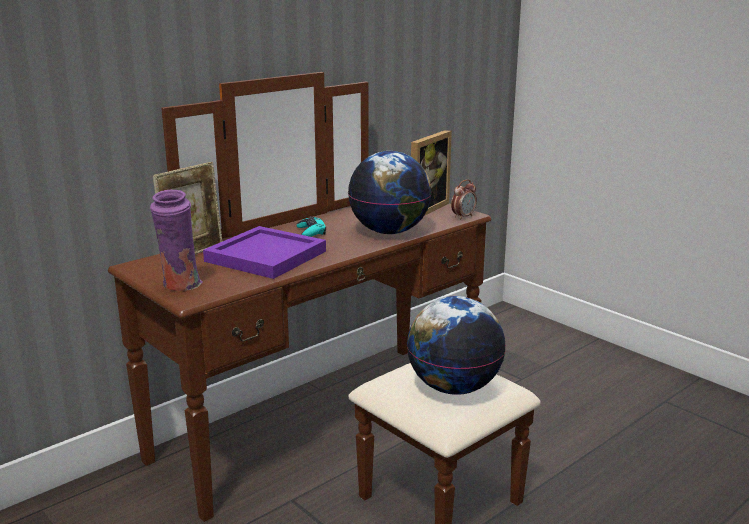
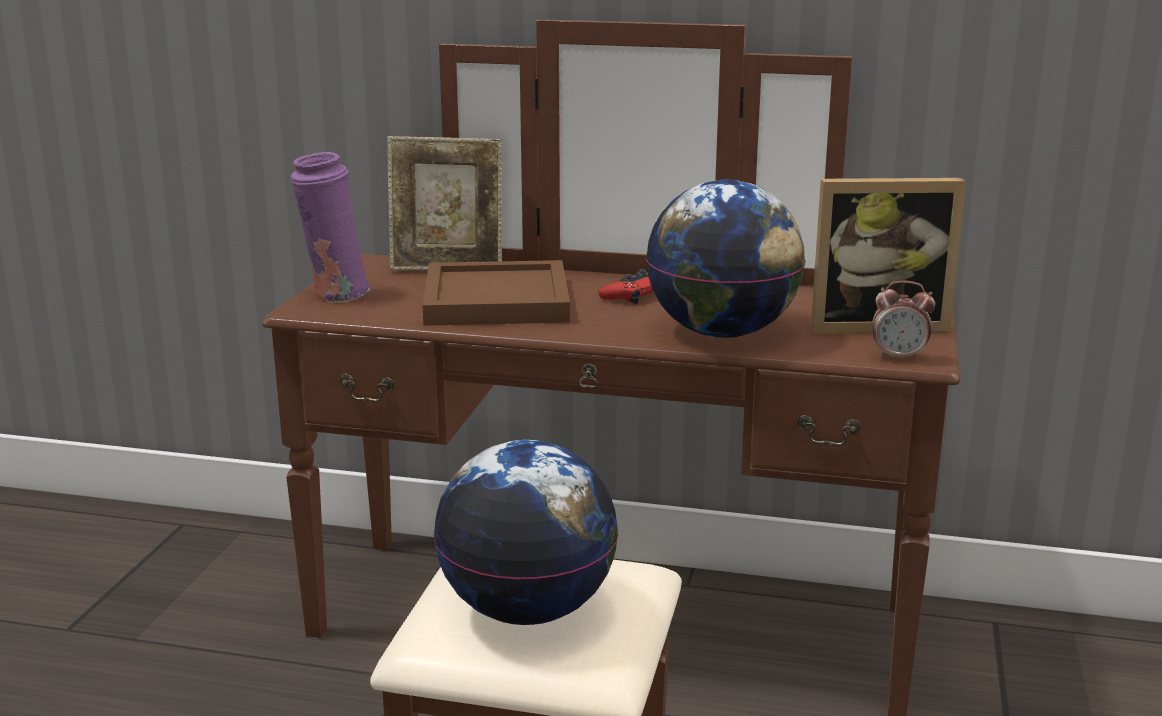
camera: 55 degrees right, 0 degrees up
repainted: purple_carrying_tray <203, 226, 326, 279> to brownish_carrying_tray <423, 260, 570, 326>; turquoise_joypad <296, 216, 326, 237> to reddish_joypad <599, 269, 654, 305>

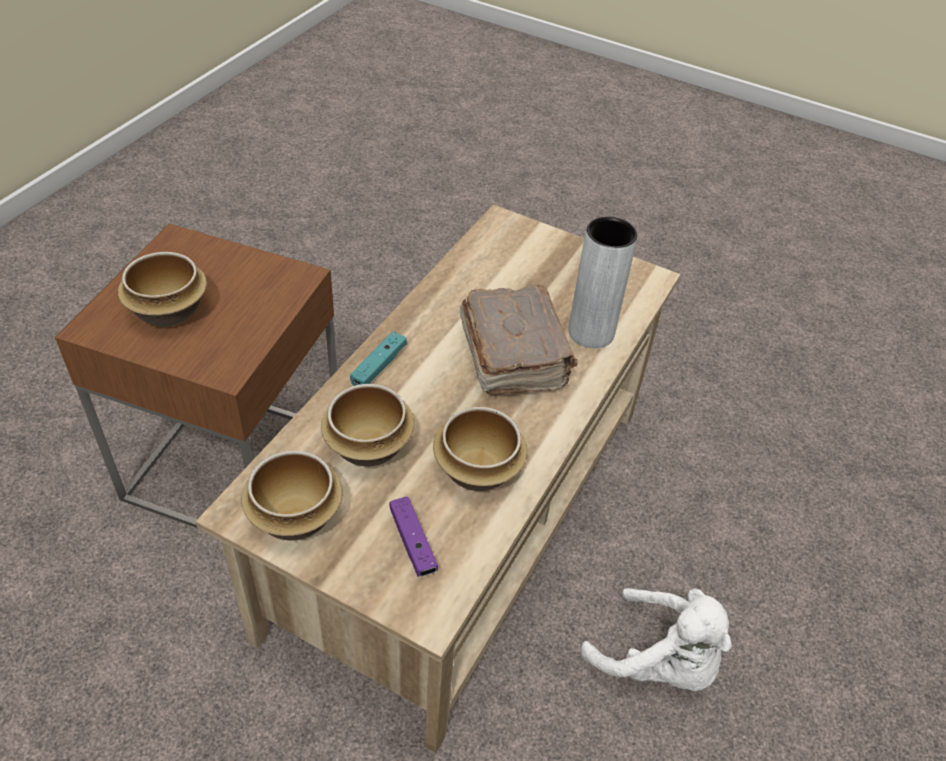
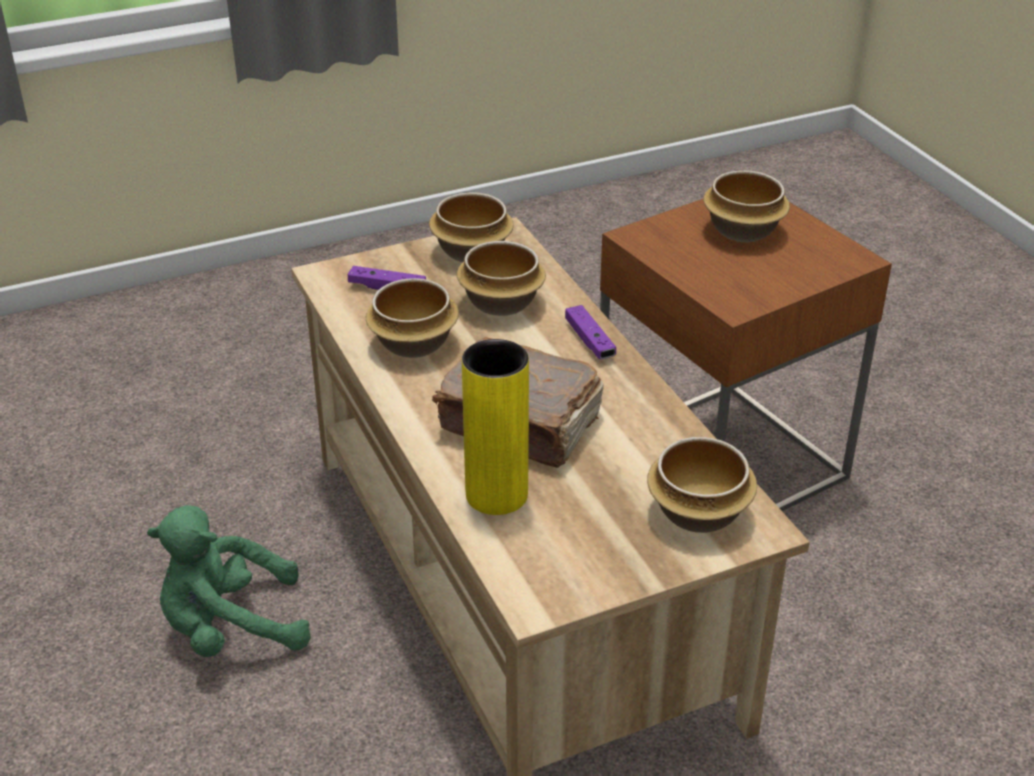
camera: 130 degrees right, 10 degrees down
new: serving_bowl <647, 437, 757, 533>
repainted: turquoise_joypad <350, 332, 407, 386> to purple_joypad <565, 305, 616, 359>; greyish_decorative_vase <568, 216, 638, 348> to yellow-coloured_decorative_vase <462, 339, 529, 515>; whitish_cuddly_toy <580, 588, 732, 691> to greenish_cuddly_toy <147, 505, 311, 657>

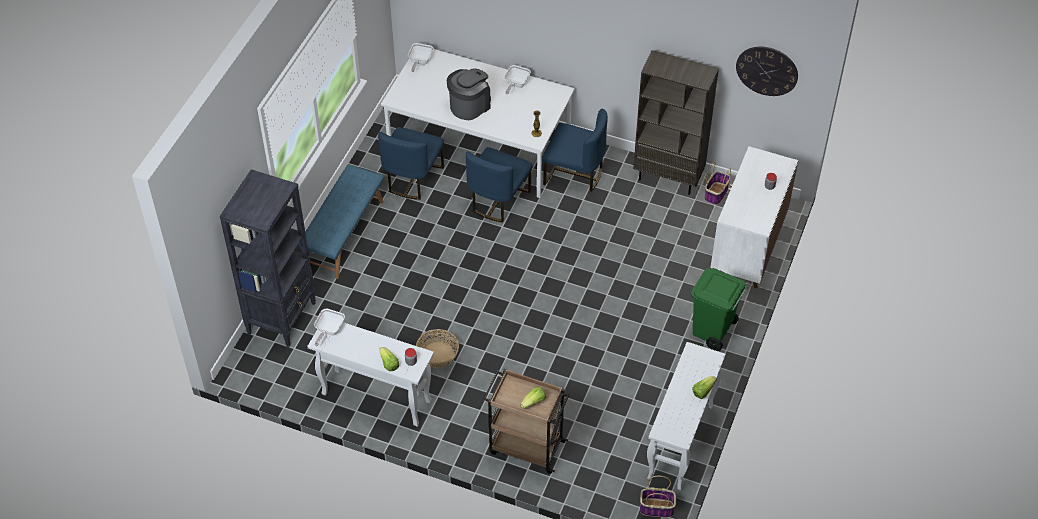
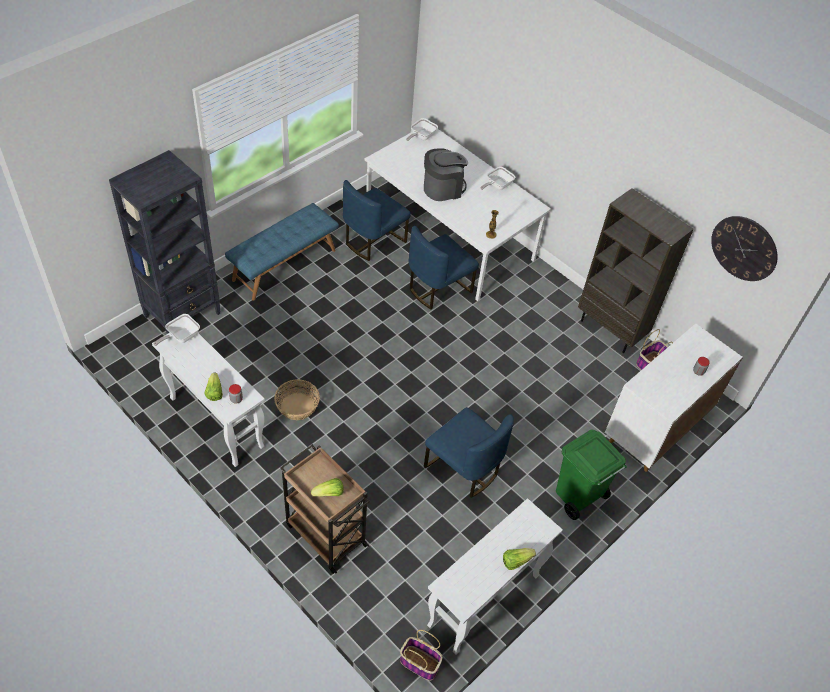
camera: 20 degrees right, 0 degrees up
shifted: blue-coloured_plain_chair <542, 109, 608, 192> to <424, 407, 514, 498>

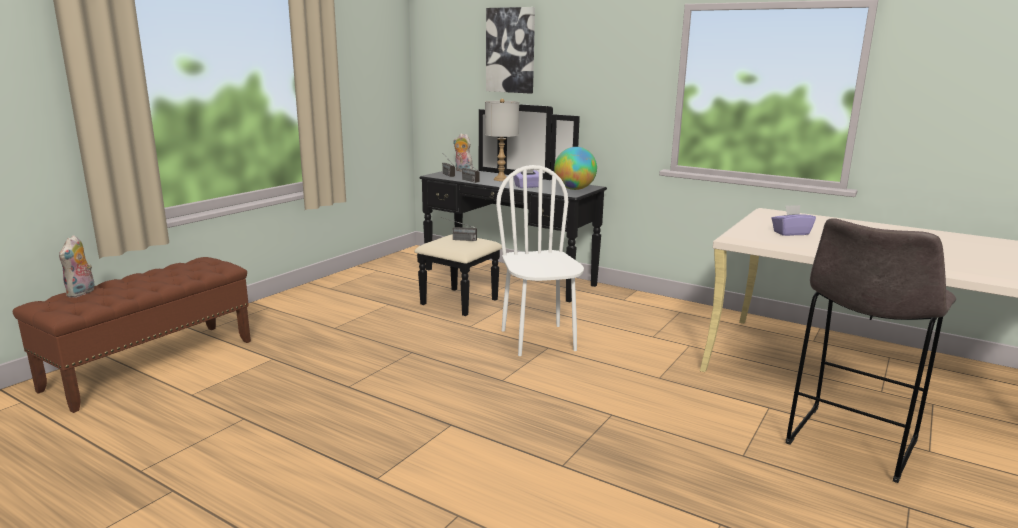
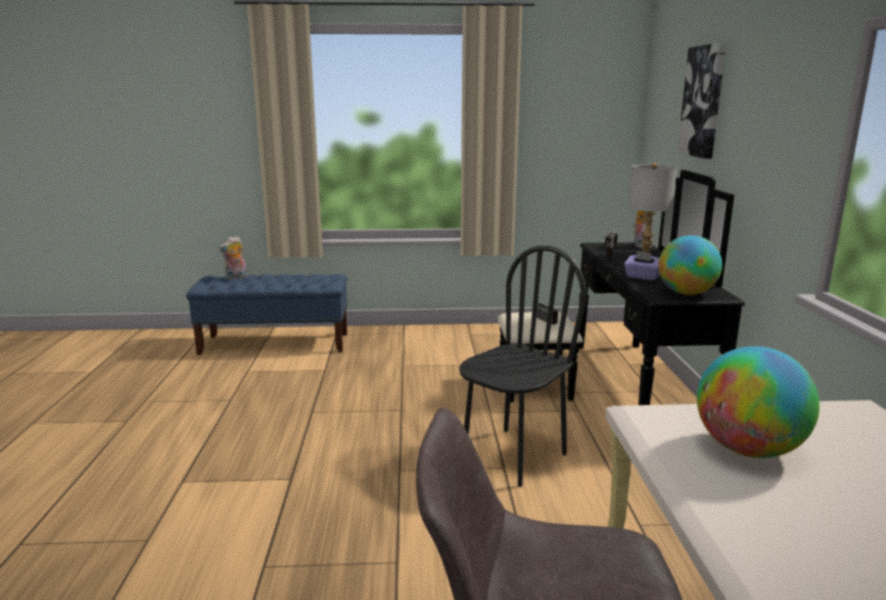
camera: 55 degrees right, 0 degrees up
swapped: purple_tissue_box <771, 205, 816, 236> to world_globe <697, 346, 820, 458>
repainted: brownish_indoor_bench <13, 257, 251, 413> to blue-coloured_indoor_bench <186, 274, 347, 355>; whitish_plain_chair <496, 165, 584, 356> to black-coloured_plain_chair <460, 245, 587, 487>

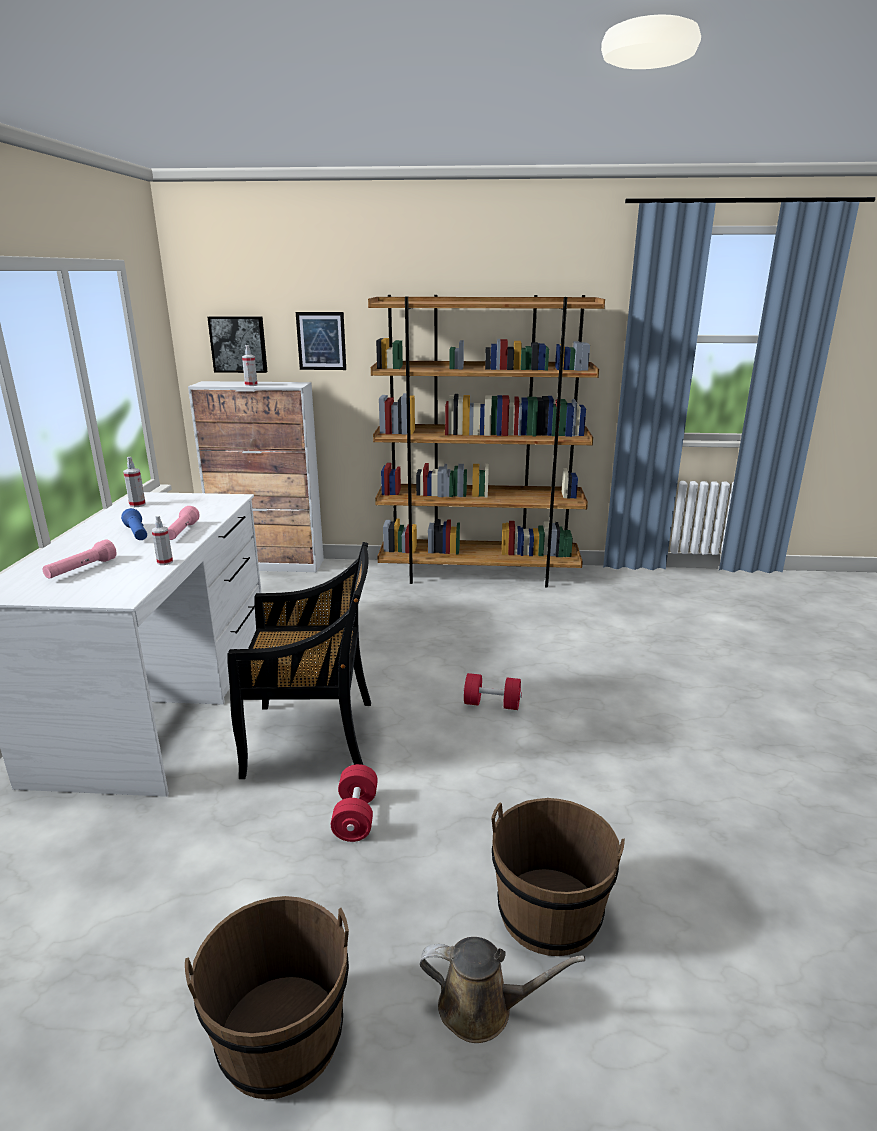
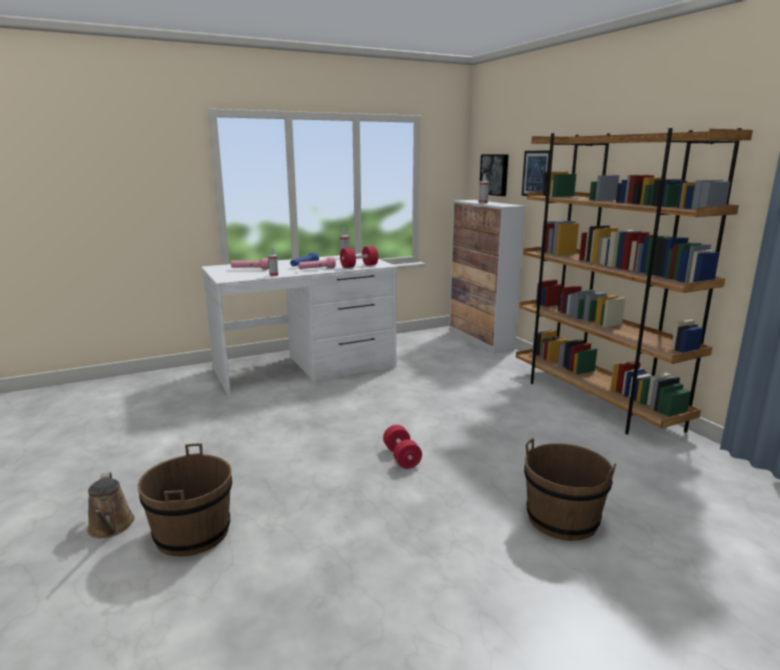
camera: 60 degrees right, 5 degrees down
gone: black-coloured_plain_chair <227, 542, 371, 779>
shifted: brownish_pail <185, 896, 349, 1099> to <524, 438, 616, 541>; reddish_dumbbell <331, 764, 378, 842> to <340, 246, 378, 268>

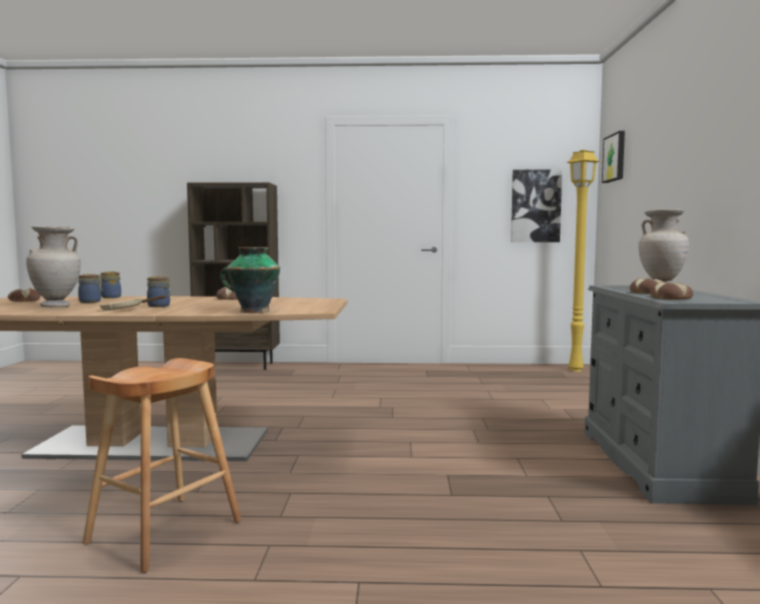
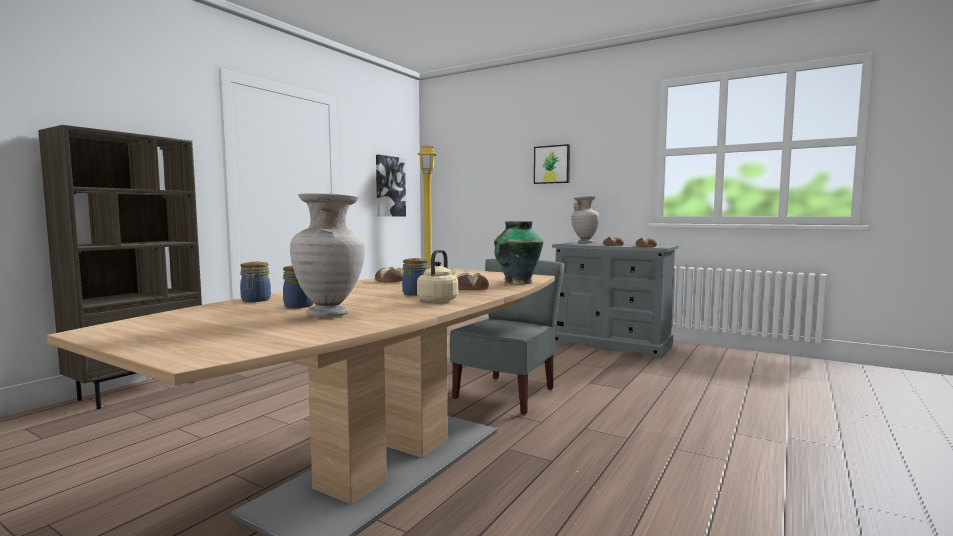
camera: 60 degrees left, 0 degrees up
gone: brownish_stool <83, 358, 242, 573>
new: greyish_plain_chair <450, 259, 564, 415>
shifted: bread <8, 288, 41, 302> to <457, 273, 489, 290>; wall_art <602, 131, 625, 183> to <534, 144, 570, 184>
swapped: beige-coloured_frying_pan <100, 295, 168, 311> to beige-coloured_water_kettle <417, 250, 458, 303>

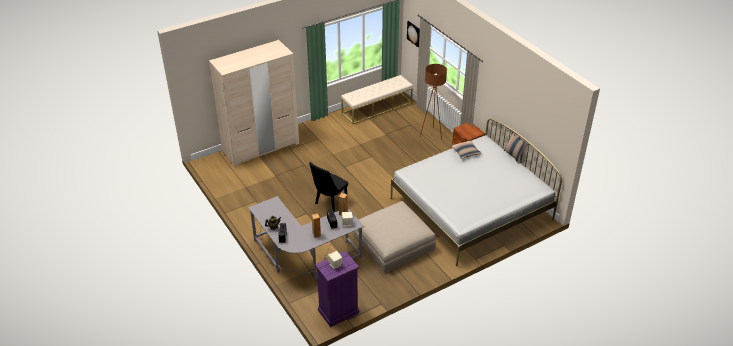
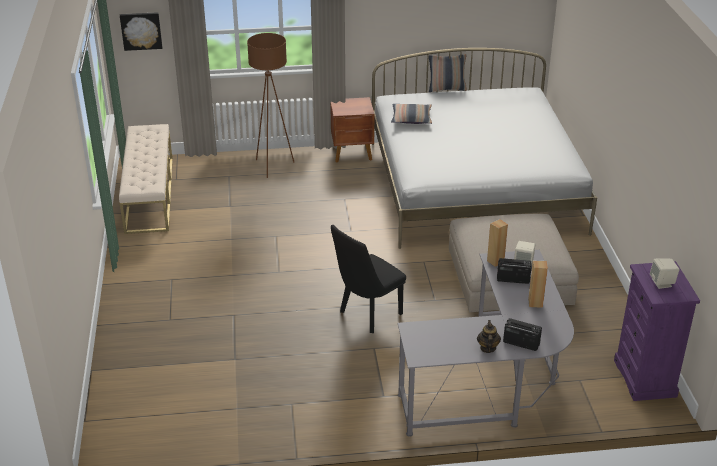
camera: 65 degrees left, 5 degrees down
gone: beige-coloured_armoire <209, 40, 299, 167>
rotated: black-coloured_plain_chair <309, 162, 348, 212> = <331, 225, 406, 333> 75 degrees clockwise

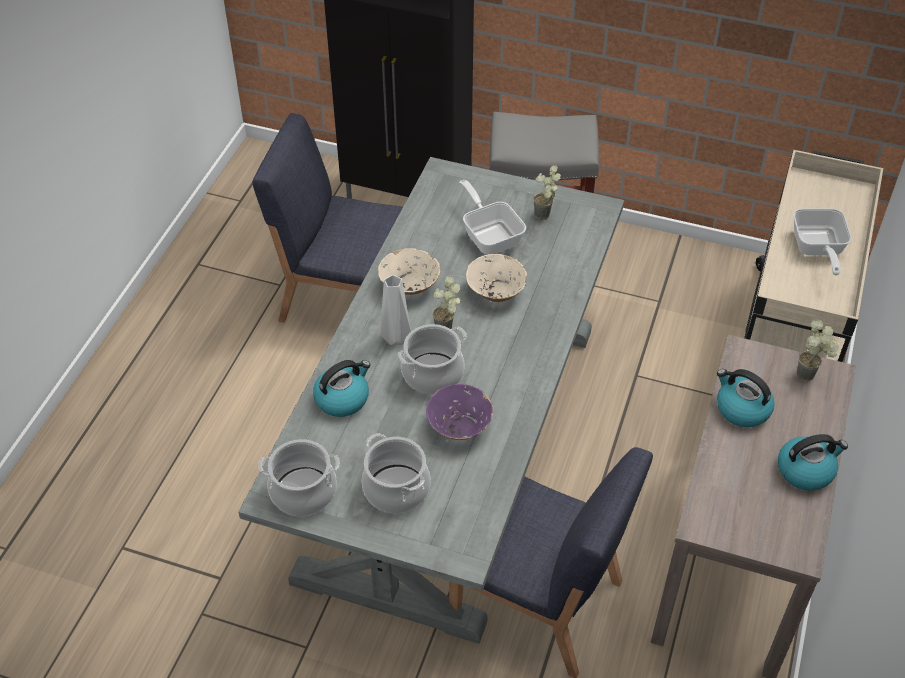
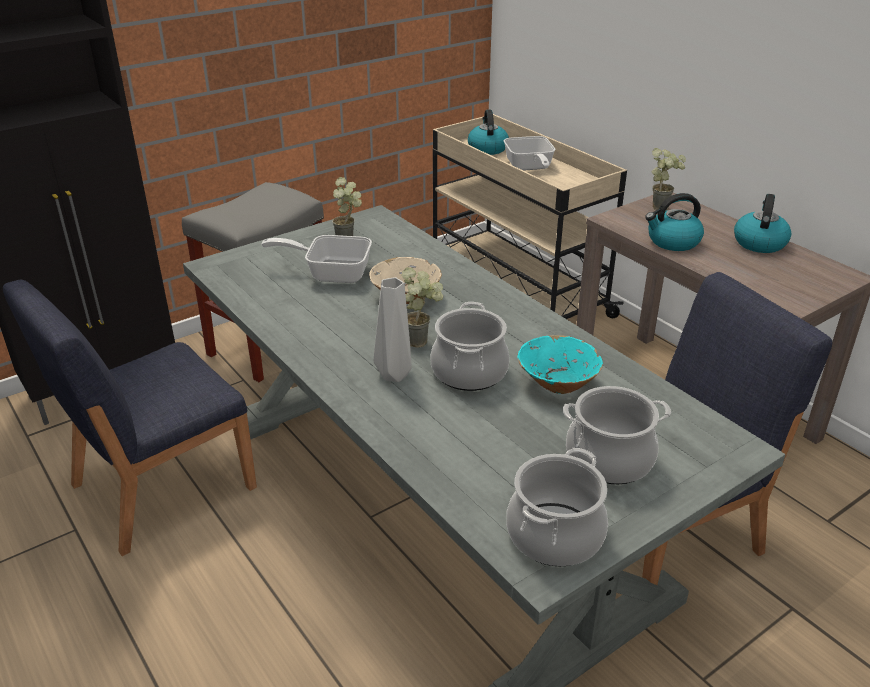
camera: 55 degrees left, 15 degrees down
gone: beige-coloured_serving_bowl <378, 248, 441, 295>
shifted: water_kettle <313, 360, 371, 417> to <468, 109, 509, 155>
repainted: purple_serving_bowl <426, 384, 493, 440> to turquoise_serving_bowl <517, 335, 603, 394>
rotated: frying_pan <793, 208, 852, 275> = <504, 136, 556, 171> 45 degrees clockwise

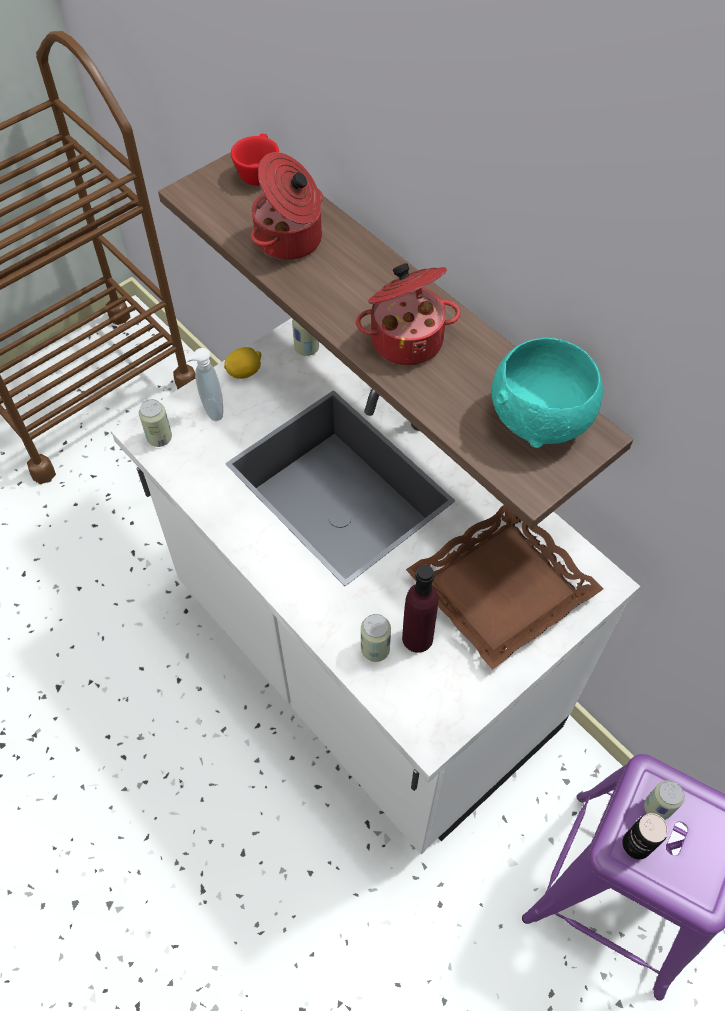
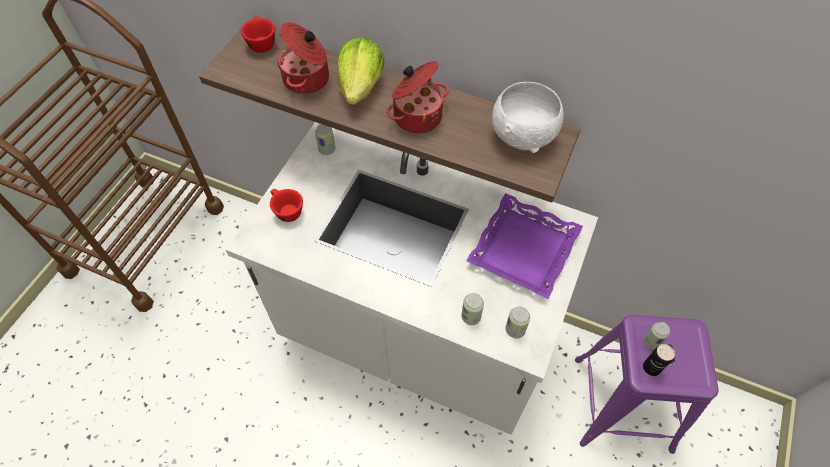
camera: 25 degrees left, 0 degrees up
gone: lemon <224, 347, 262, 379>; purple_beverage_bottle <402, 565, 438, 653>
new: lettuce_head <337, 37, 384, 105>
shifted: can <139, 399, 172, 447> to <505, 306, 530, 338>
swapped: soap_bottle <186, 348, 223, 421> to reddish_cup <270, 189, 303, 222>
repainted: brownish_carrying_tray <406, 505, 604, 670> to purple_carrying_tray <466, 193, 583, 299>; turquoise_serving_bowl <491, 338, 603, 448> to whitish_serving_bowl <492, 82, 564, 153>

